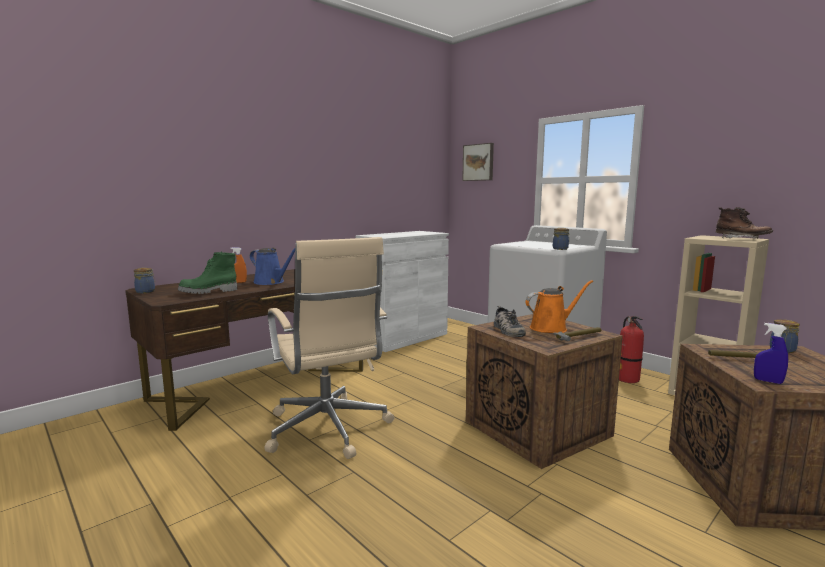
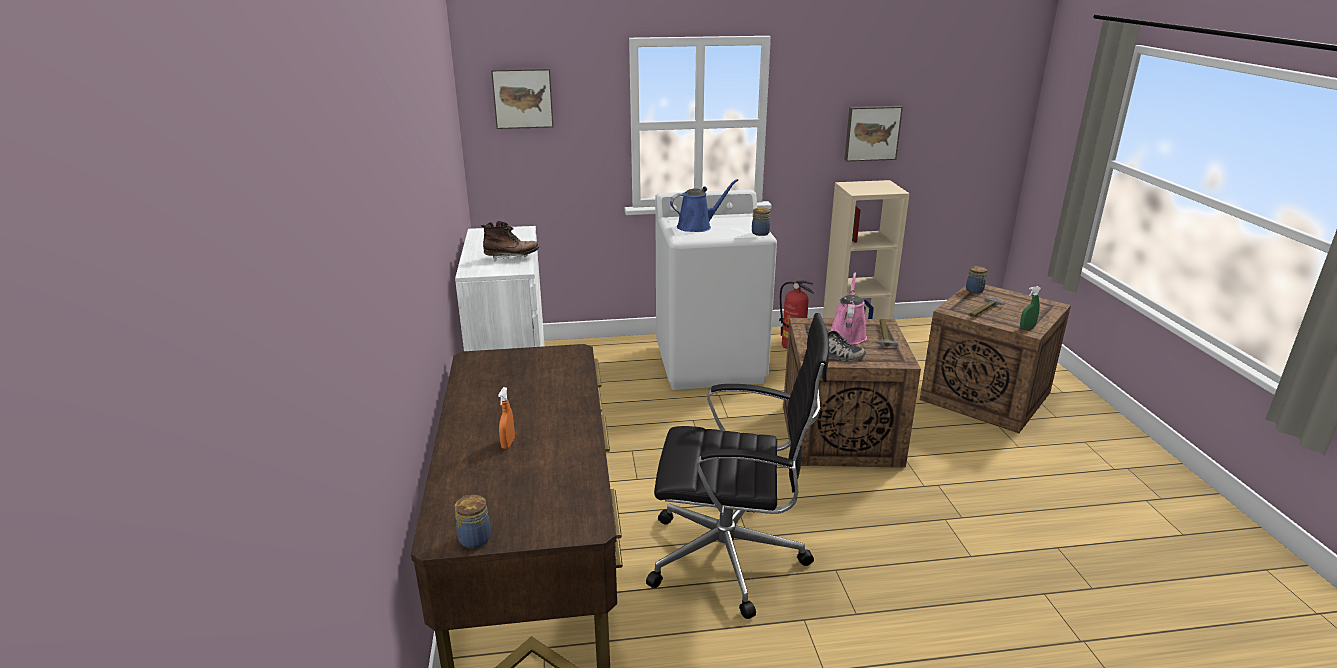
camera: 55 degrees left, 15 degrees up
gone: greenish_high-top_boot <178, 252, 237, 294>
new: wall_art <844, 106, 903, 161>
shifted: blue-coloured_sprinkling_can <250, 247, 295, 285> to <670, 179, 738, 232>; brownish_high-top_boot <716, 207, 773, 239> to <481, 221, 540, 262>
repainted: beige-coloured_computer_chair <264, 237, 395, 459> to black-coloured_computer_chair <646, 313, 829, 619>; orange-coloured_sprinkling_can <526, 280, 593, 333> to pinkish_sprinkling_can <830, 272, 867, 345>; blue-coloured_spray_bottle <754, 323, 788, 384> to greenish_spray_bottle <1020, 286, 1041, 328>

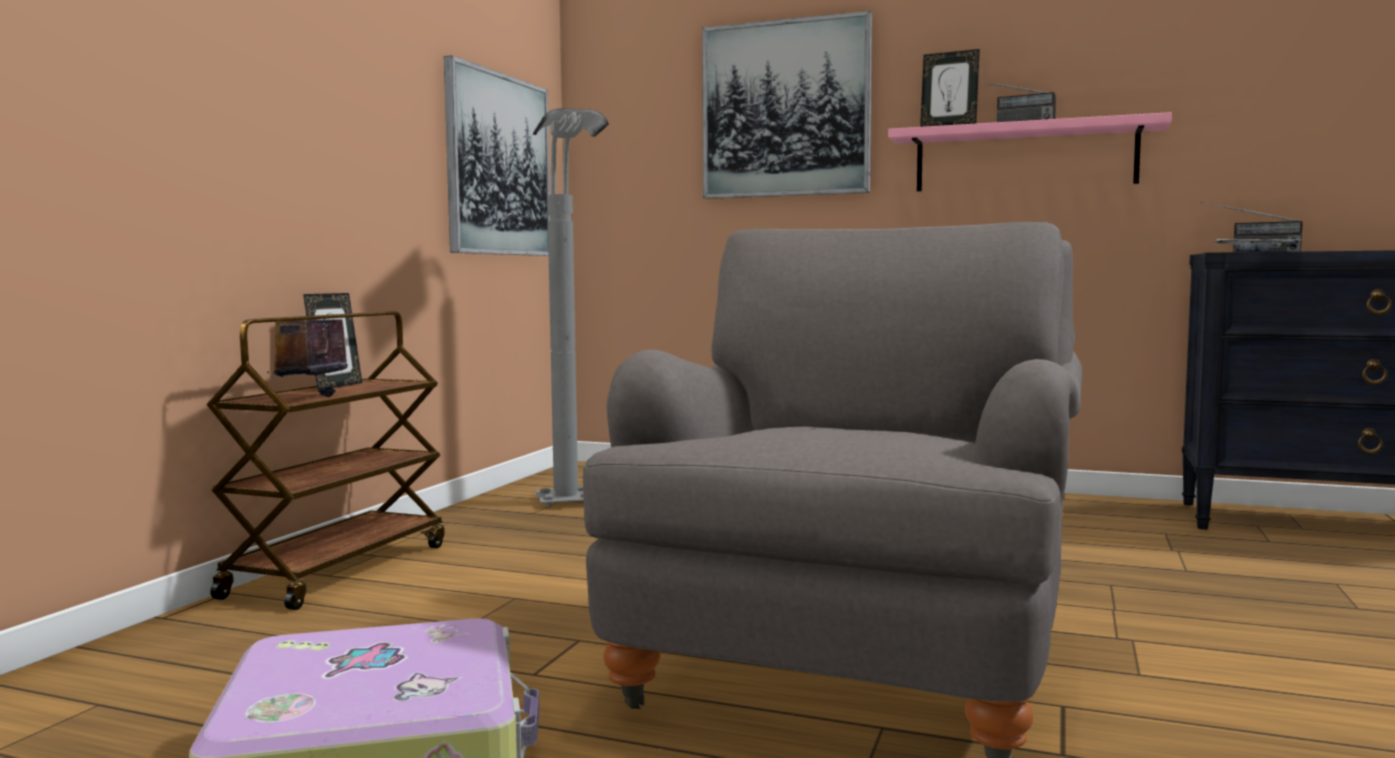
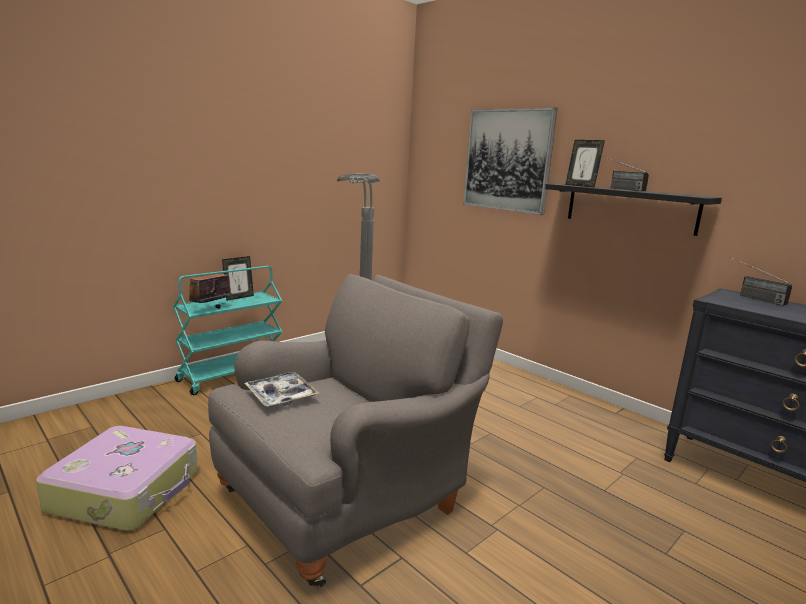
camera: 25 degrees right, 10 degrees up
gone: wall_art <444, 55, 550, 256>
shifted: carrying_tray <1215, 239, 1300, 252> to <244, 372, 319, 407>
repainted: brownish_wheeled_cart <206, 311, 445, 610> to turquoise_wheeled_cart <173, 266, 283, 395>; pinkish_shelf <888, 112, 1172, 191> to black-coloured_shelf <545, 184, 722, 236>

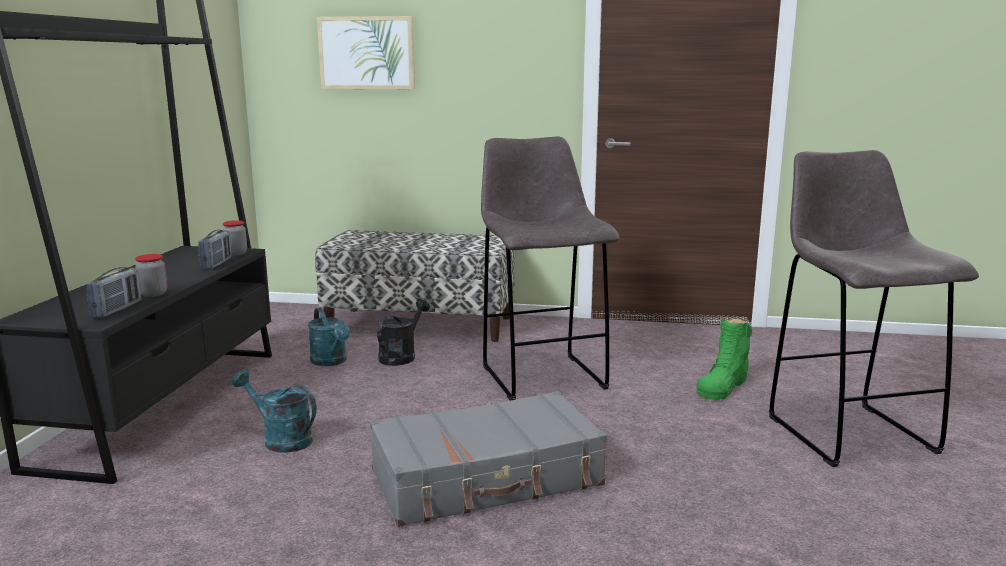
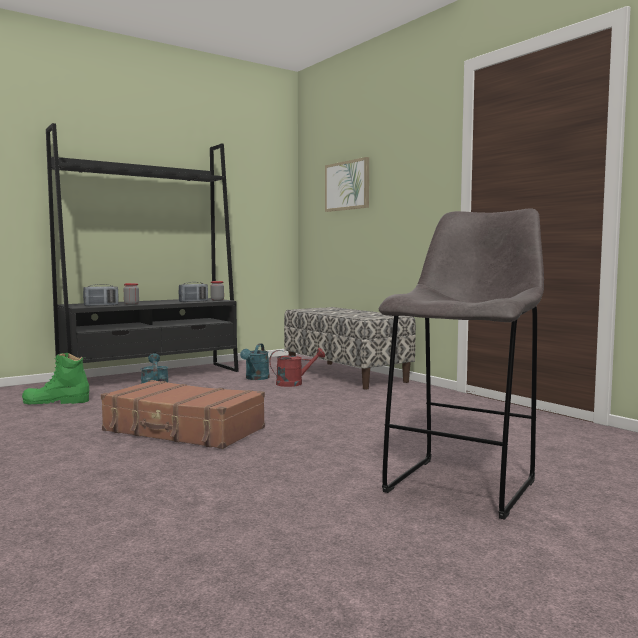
camera: 45 degrees right, 10 degrees down
gone: greyish_stool <481, 136, 619, 401>
shifted: greenish_high-top_boot <696, 318, 752, 400> to <22, 353, 89, 404>
repainted: greyish_piece_of_luggage <370, 391, 607, 527> to brownish_piece_of_luggage <101, 380, 265, 449>; black-coloured_sprinkling_can <377, 299, 430, 366> to reddish_sprinkling_can <269, 348, 325, 387>

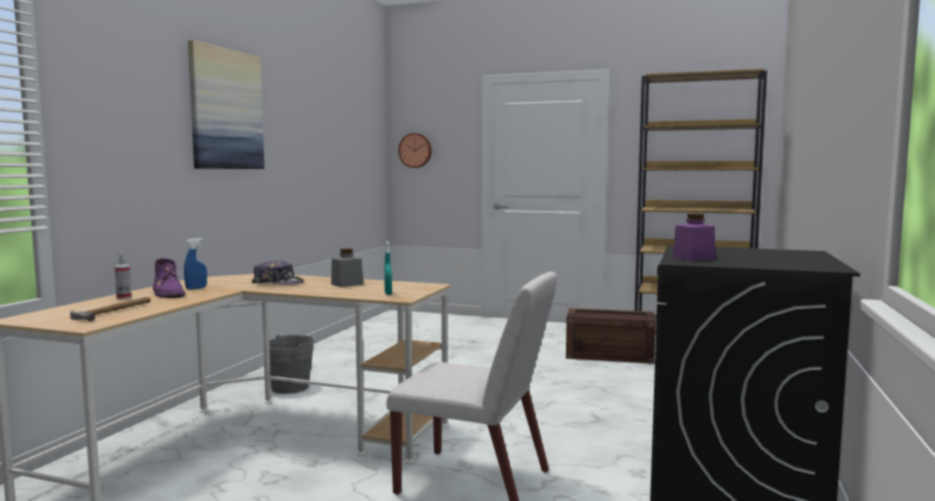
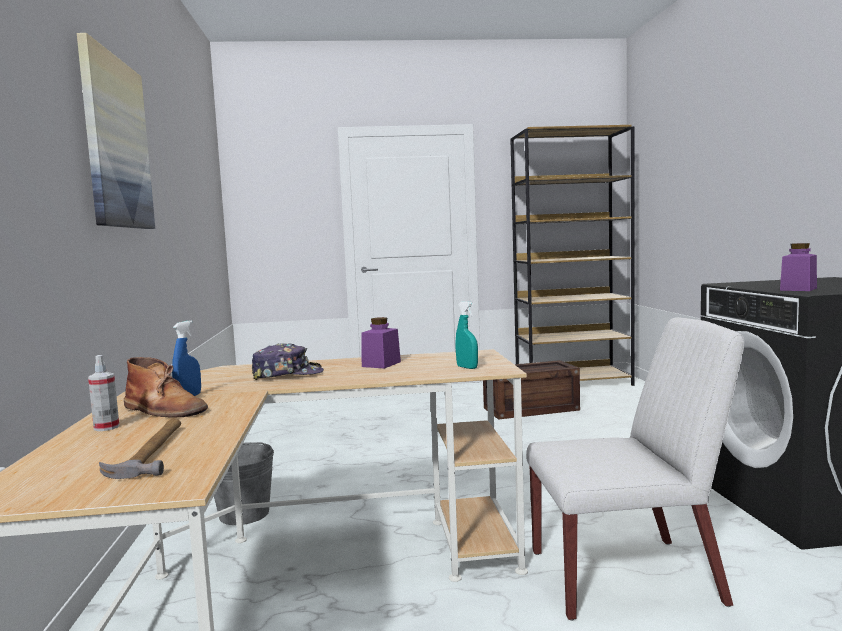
camera: 25 degrees left, 0 degrees up
gone: wall_clock <398, 133, 432, 168>
repainted: purple_high-top_boot <153, 258, 185, 298> to brownish_high-top_boot <124, 357, 208, 418>; greyish_storage_jar <331, 248, 363, 287> to purple_storage_jar <361, 317, 401, 369>

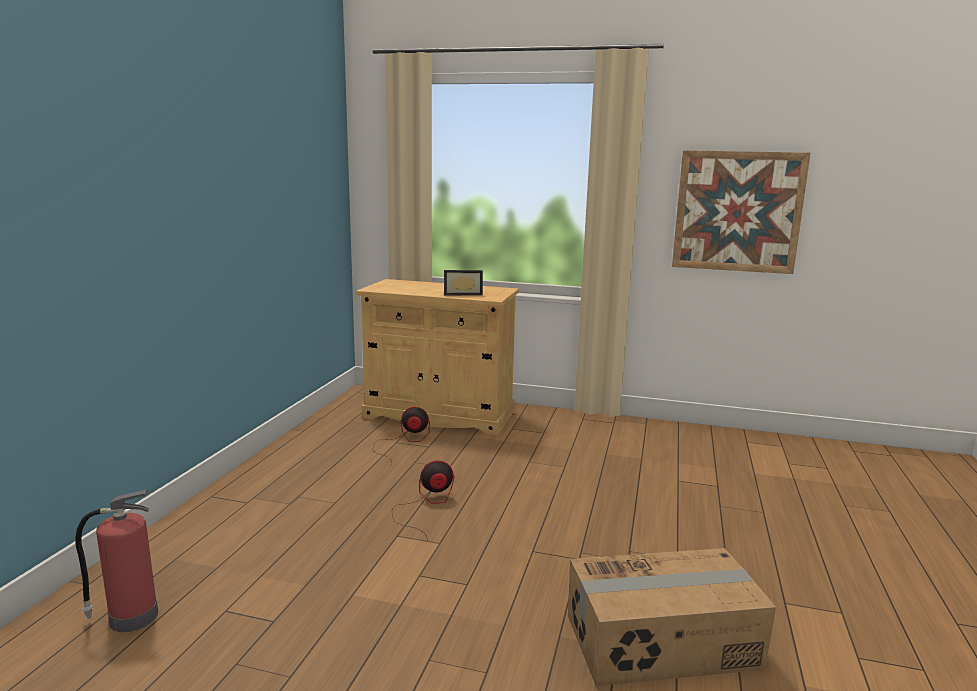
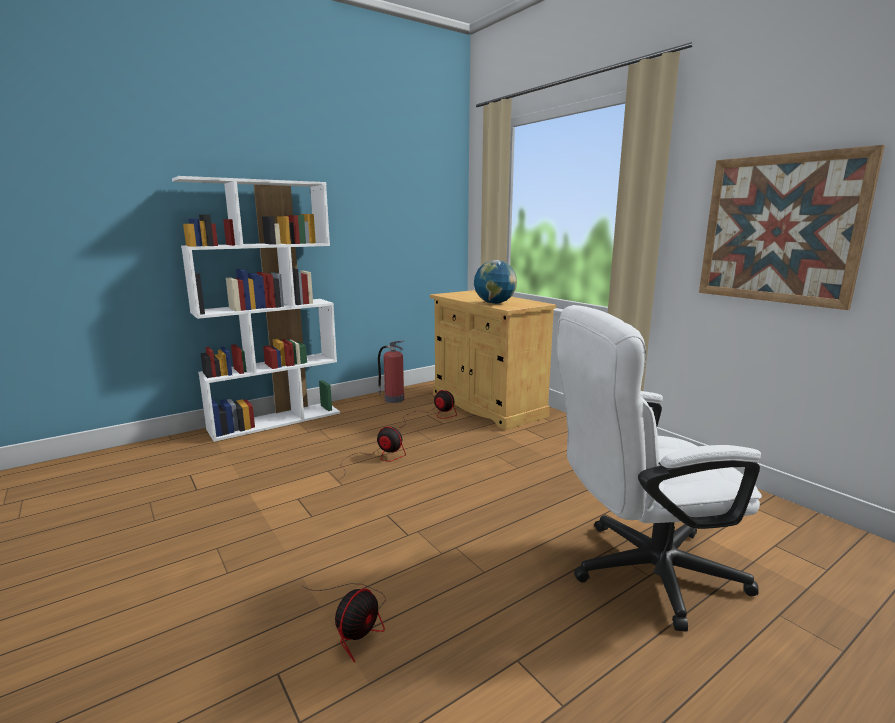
camera: 40 degrees right, 0 degrees up
new: whitish_shelving_unit <172, 176, 340, 442>; whitish_computer_chair <557, 305, 762, 632>
shifted: extinguisher <75, 489, 158, 632> to <378, 341, 404, 403>
swapped: picture_frame <444, 270, 483, 296> to world_globe <474, 260, 517, 304>; packing_box <568, 548, 776, 686> to fan <302, 584, 386, 663>

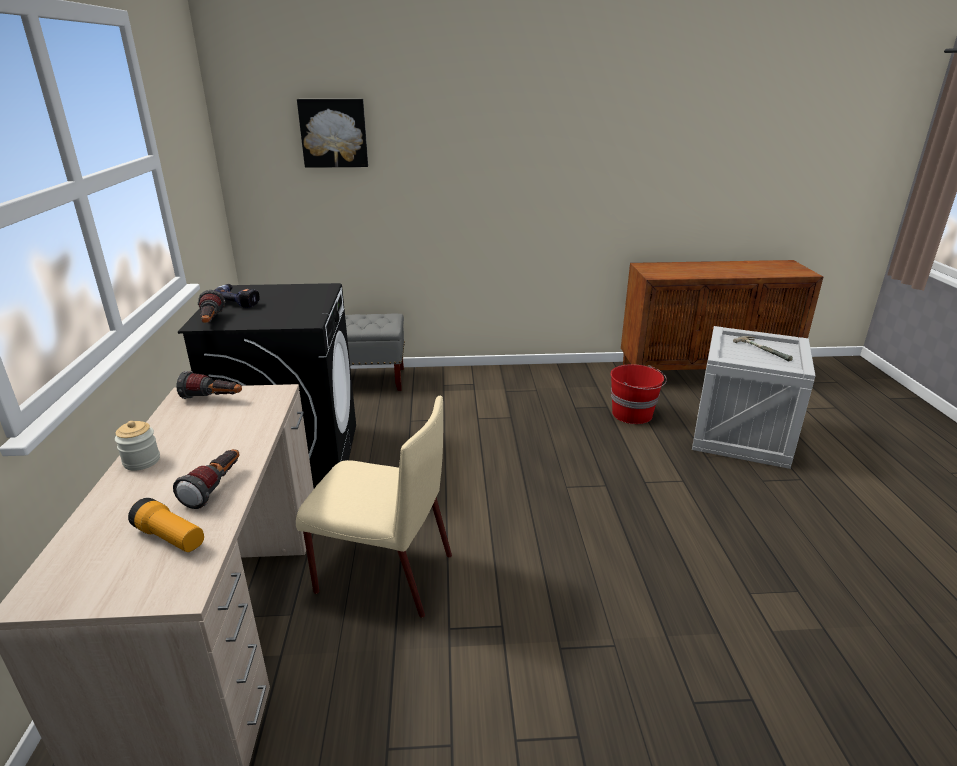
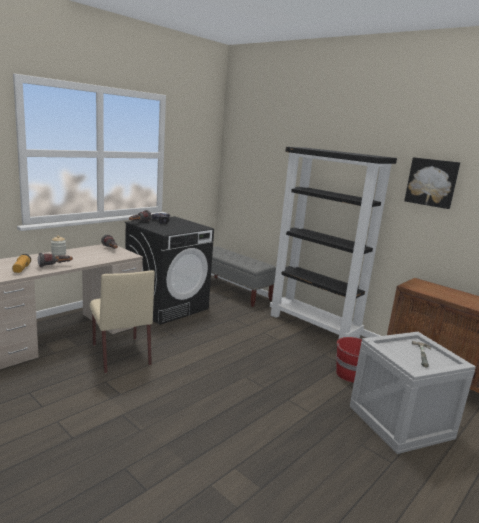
camera: 45 degrees right, 10 degrees down
new: black-coloured_shelving_unit <270, 147, 397, 339>
shifted: wall_art <297, 99, 368, 168> to <404, 157, 460, 209>

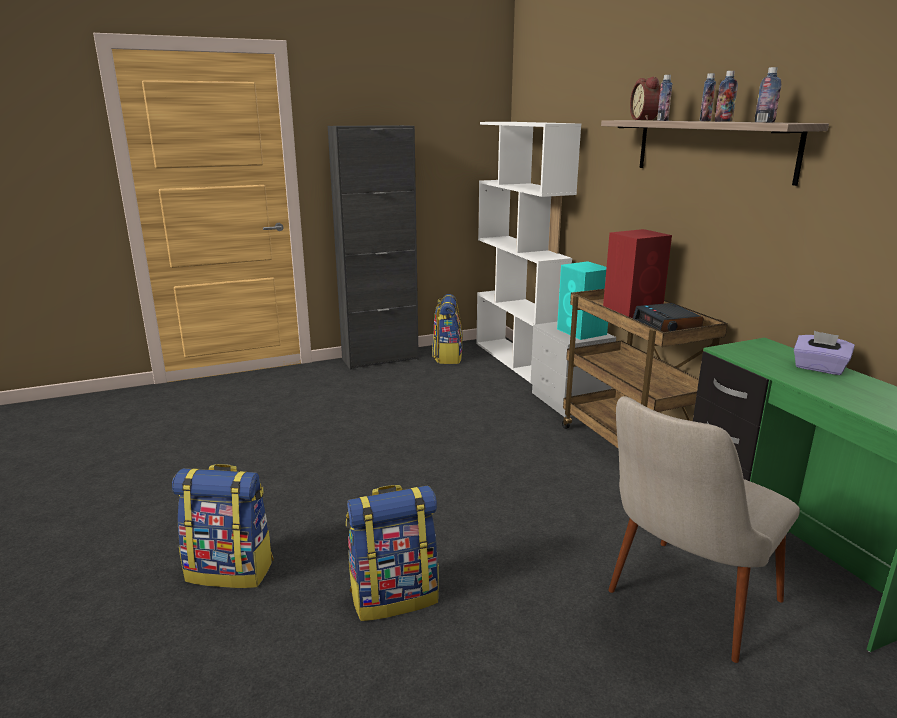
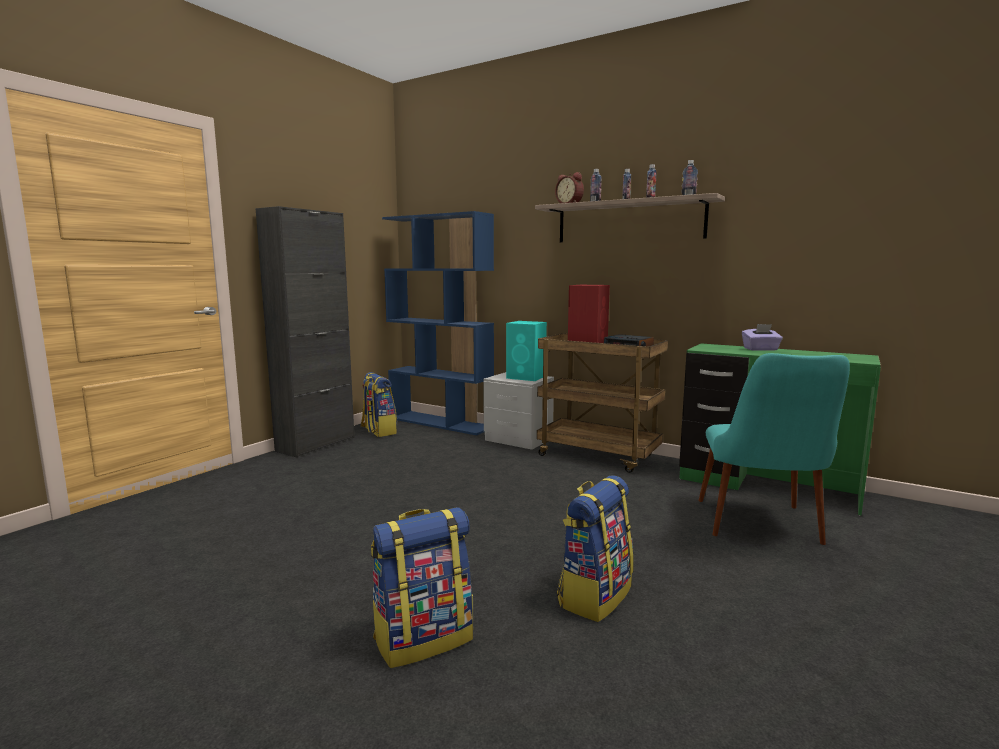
camera: 35 degrees left, 10 degrees down
repainted: whitish_shelving_unit <476, 122, 581, 383> to blue-coloured_shelving_unit <382, 211, 494, 435>; beige-coloured_plain_chair <608, 396, 800, 663> to turquoise_plain_chair <698, 353, 850, 545>

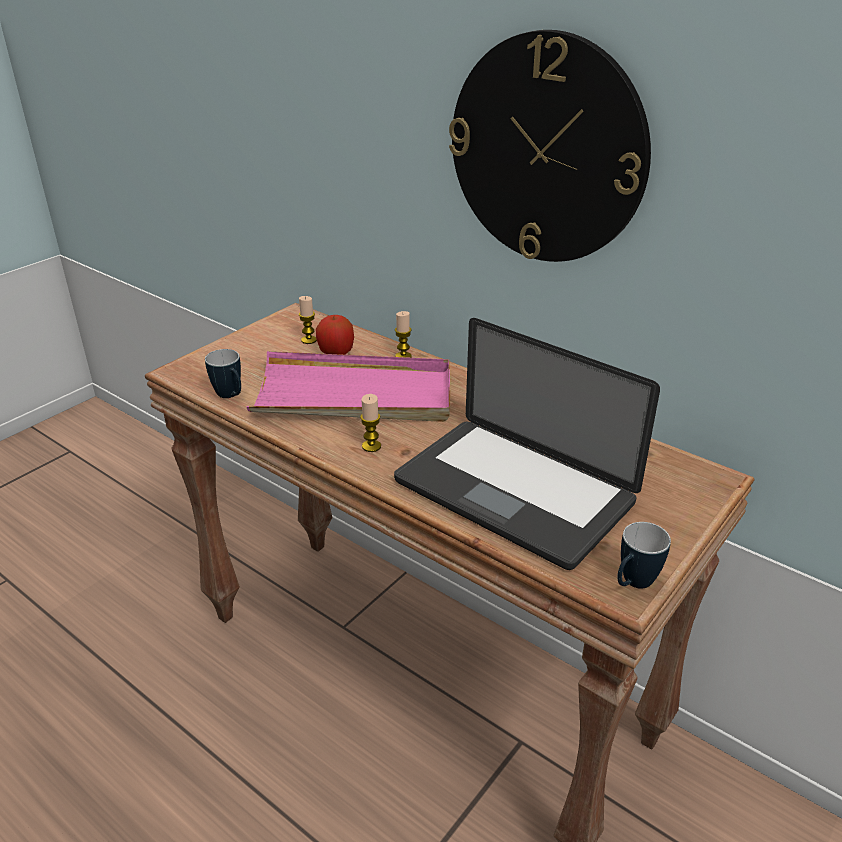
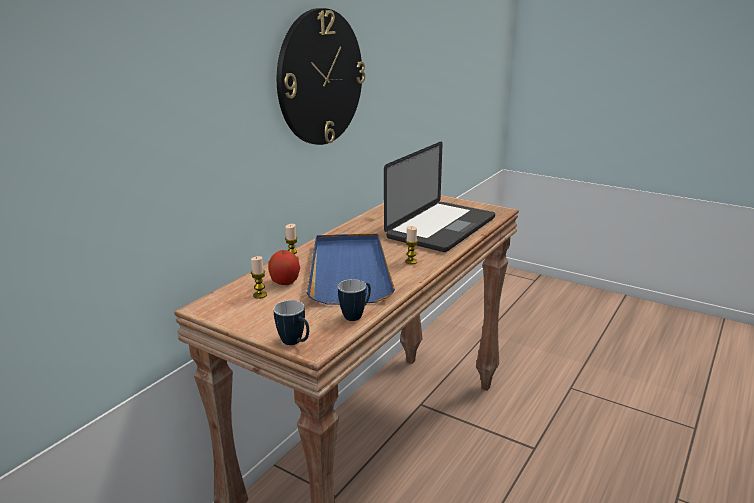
camera: 95 degrees left, 10 degrees down
shifted: tea_mug <618, 522, 671, 589> to <274, 300, 309, 345>
repainted: pinkish_carrying_tray <246, 351, 450, 422> to blue-coloured_carrying_tray <306, 233, 395, 305>

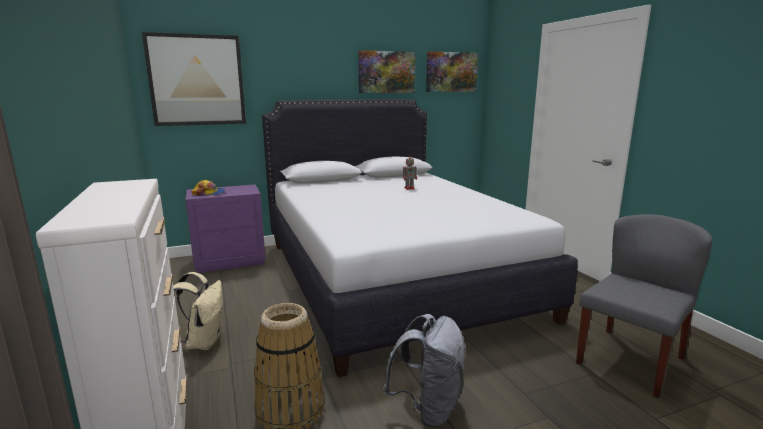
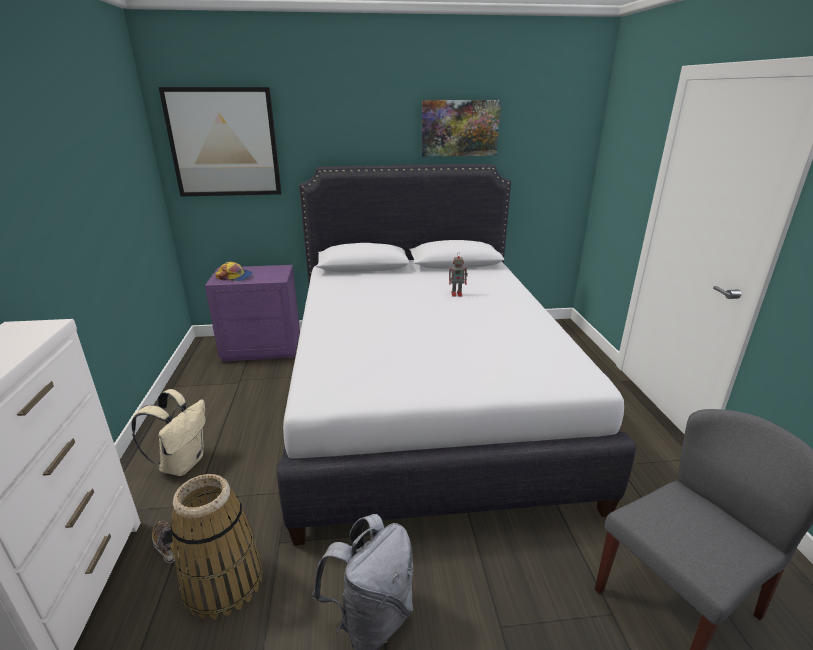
camera: 15 degrees right, 10 degrees up
gone: wall_art <426, 51, 478, 92>
new: low_shoe <152, 520, 179, 563>

